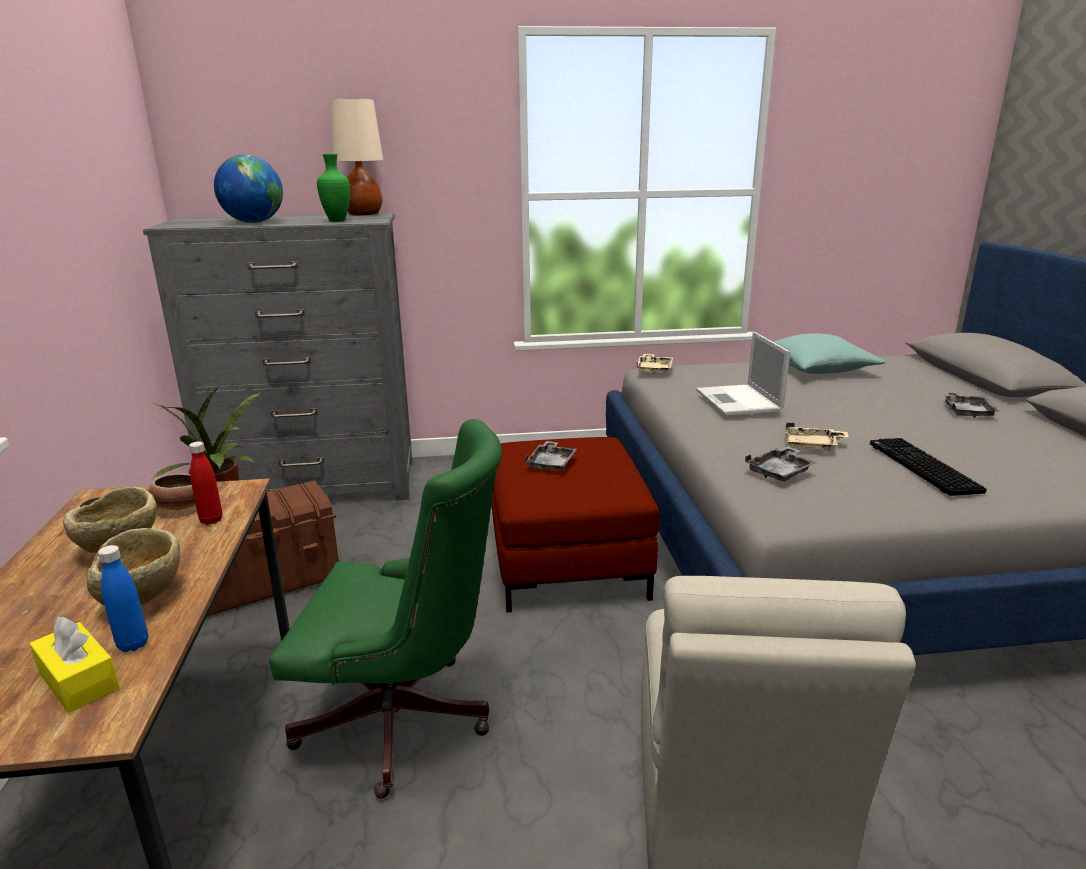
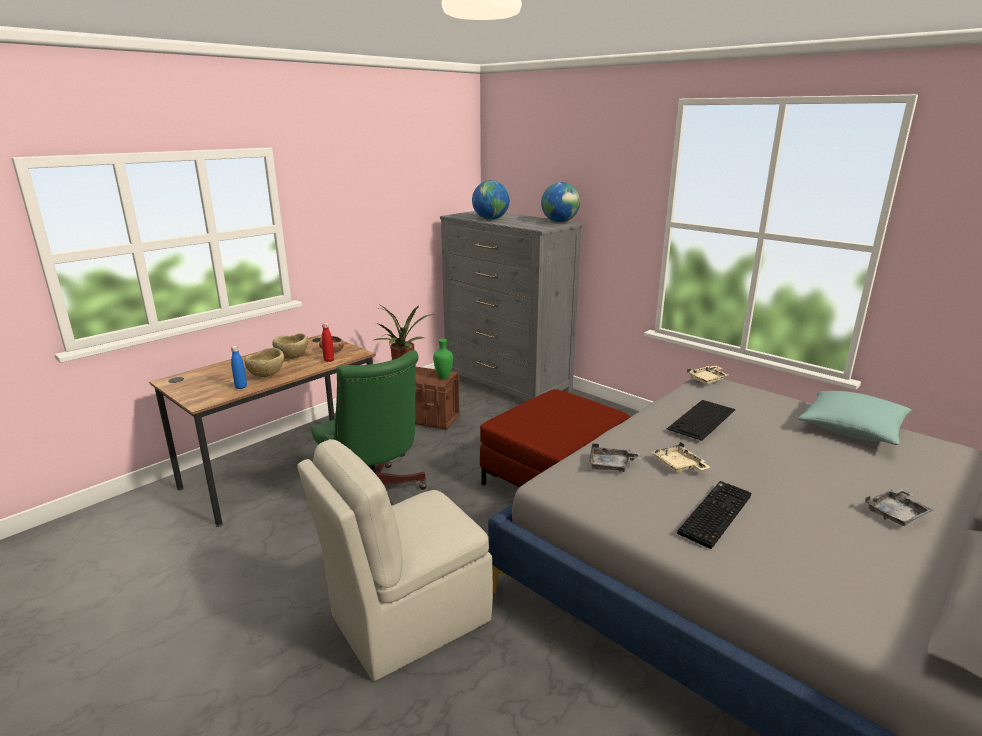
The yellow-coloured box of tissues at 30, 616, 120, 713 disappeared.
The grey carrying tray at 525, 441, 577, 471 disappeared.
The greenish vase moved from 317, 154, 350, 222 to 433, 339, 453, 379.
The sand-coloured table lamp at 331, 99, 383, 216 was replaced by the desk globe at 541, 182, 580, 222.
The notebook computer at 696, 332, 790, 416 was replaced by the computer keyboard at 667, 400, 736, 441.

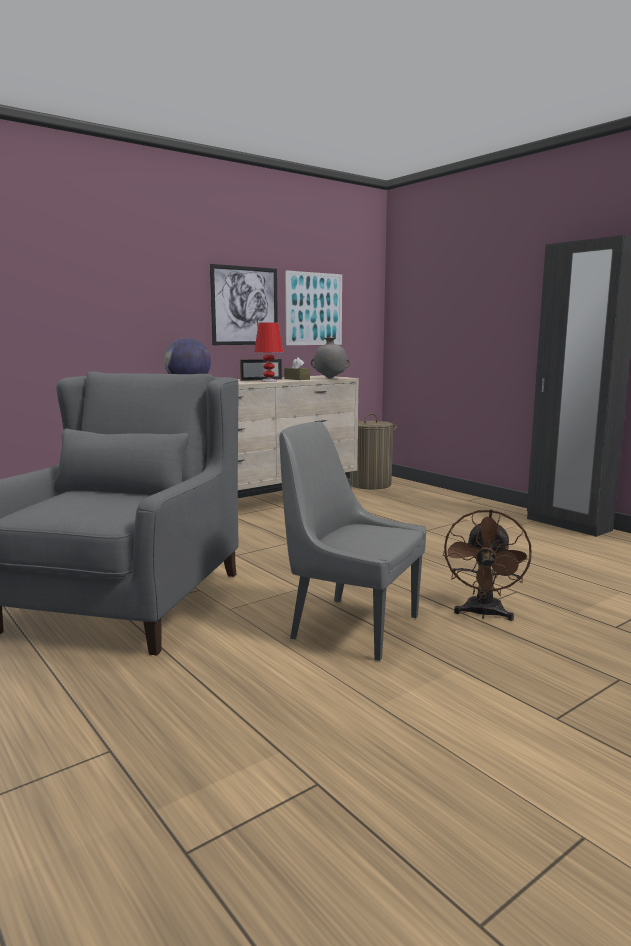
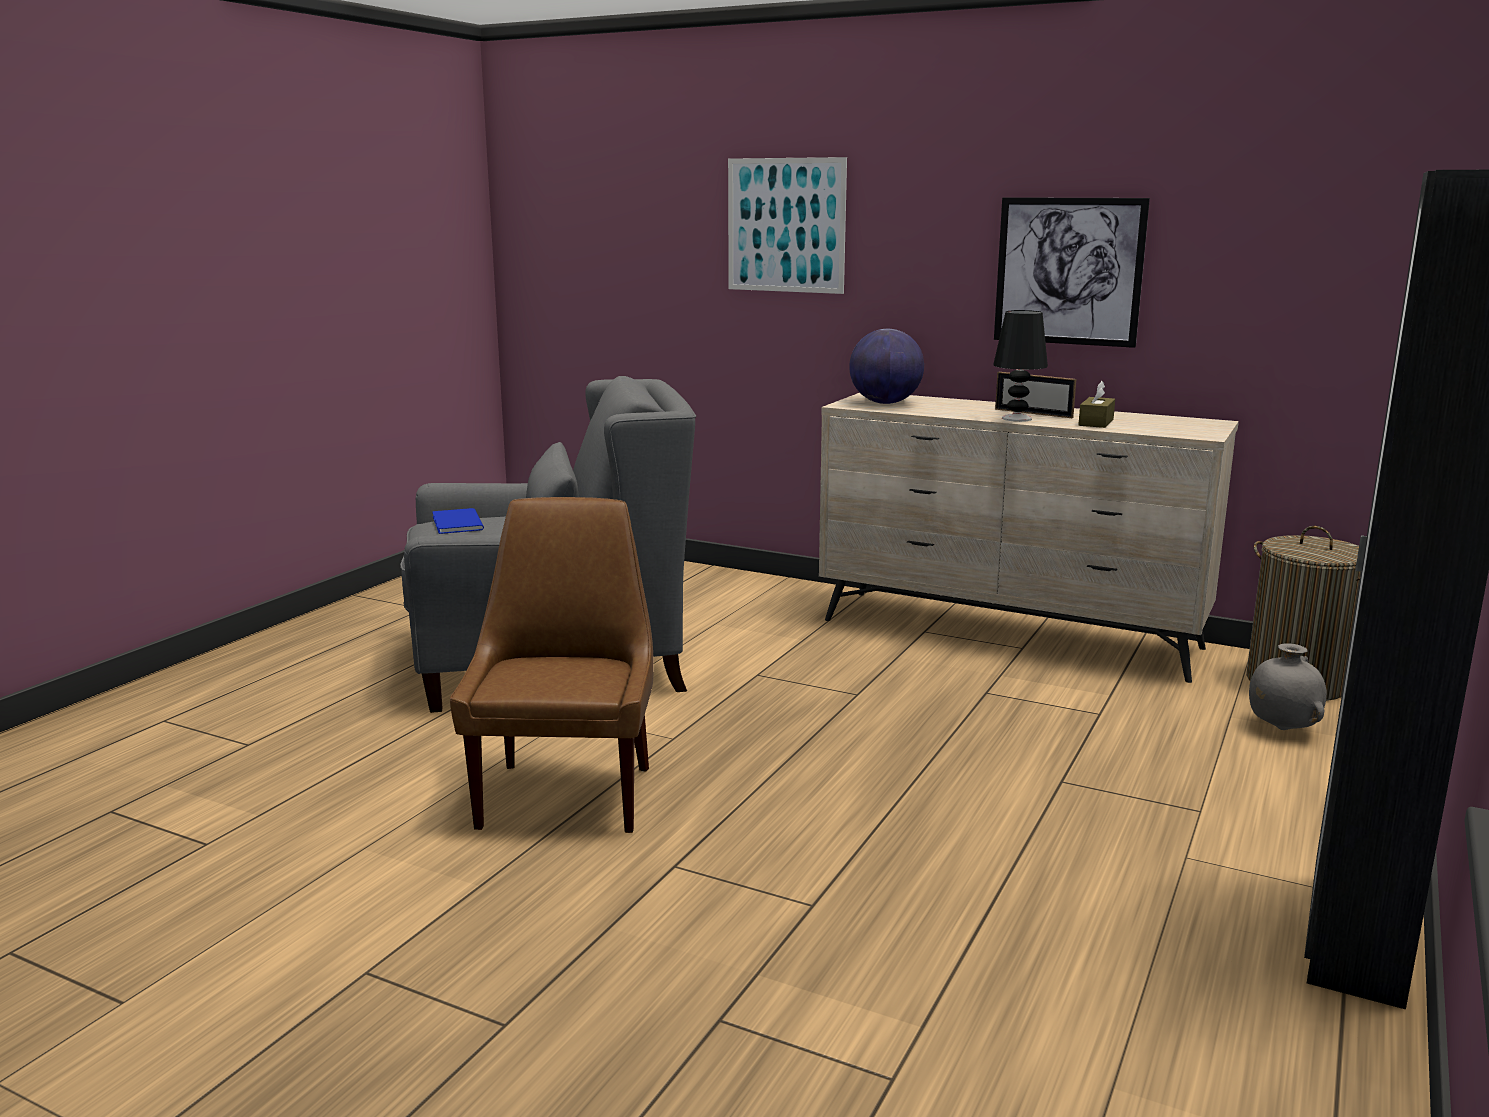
The brownish electric fan at 443, 509, 532, 621 disappeared.
The blue volume at 432, 508, 484, 534 appeared.
The wall picture moved from 285, 270, 342, 345 to 728, 157, 847, 294.
The grey vase moved from 311, 337, 350, 379 to 1249, 643, 1327, 730.
The reddish table lamp at 254, 322, 283, 382 became the black-coloured table lamp at 993, 310, 1048, 422.
The grey chair at 279, 422, 426, 661 became the brownish chair at 450, 497, 654, 833.

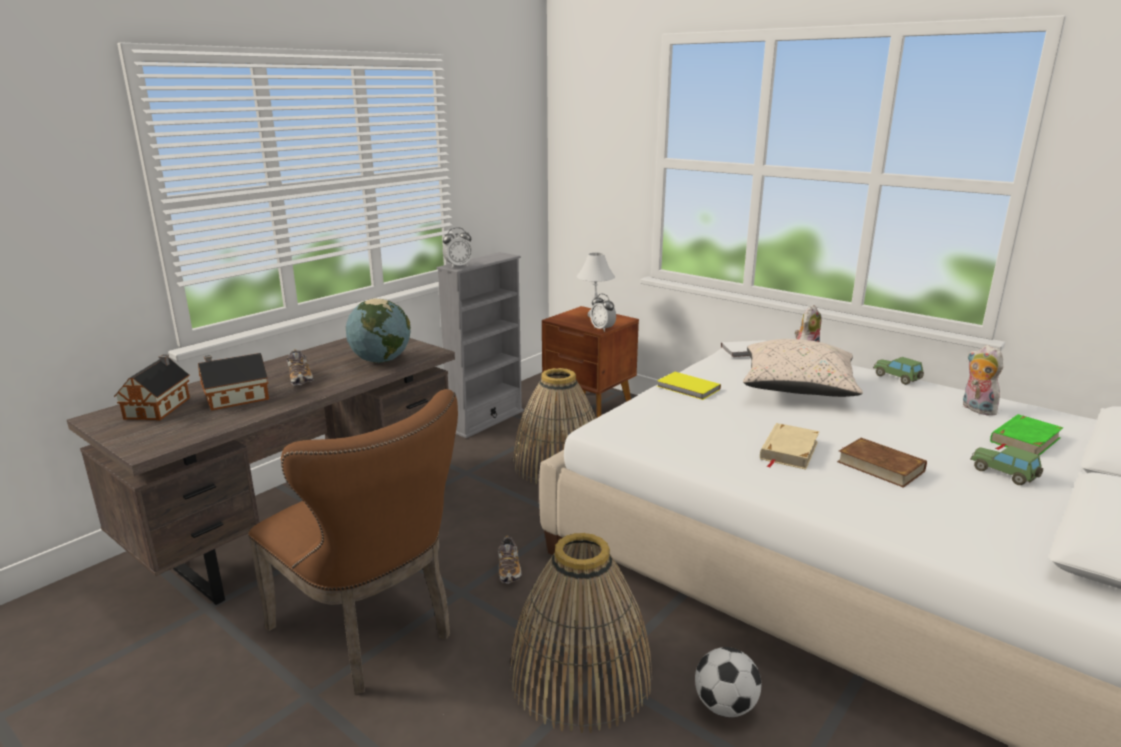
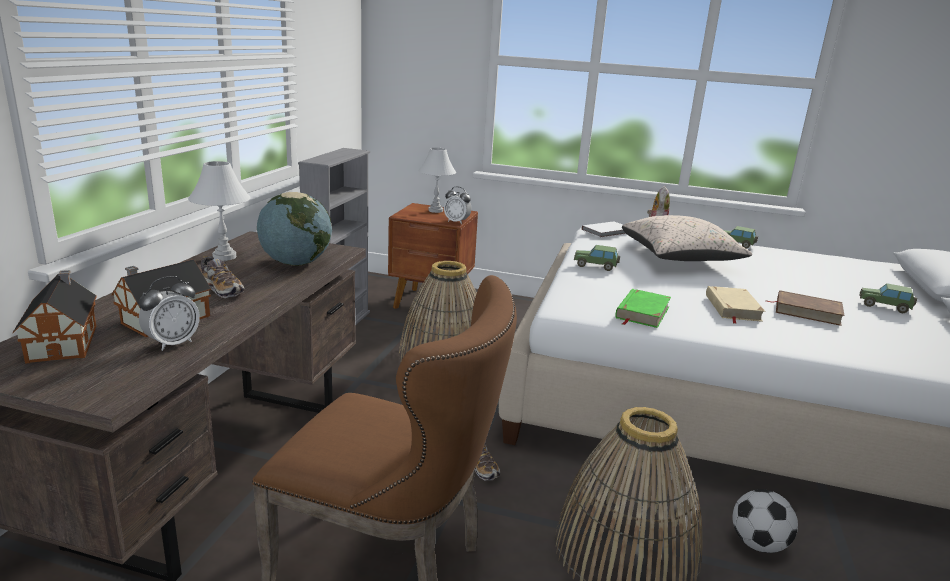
The soft toy at 963, 345, 1003, 415 disappeared.
The white table lamp at 188, 161, 251, 261 appeared.
The bedside clock moved from 443, 227, 473, 268 to 139, 276, 200, 351.
The greenish volume moved from 990, 414, 1063, 456 to 615, 289, 671, 328.
The yellow-coloured volume at 657, 372, 721, 400 was replaced by the miniature car at 574, 245, 620, 271.

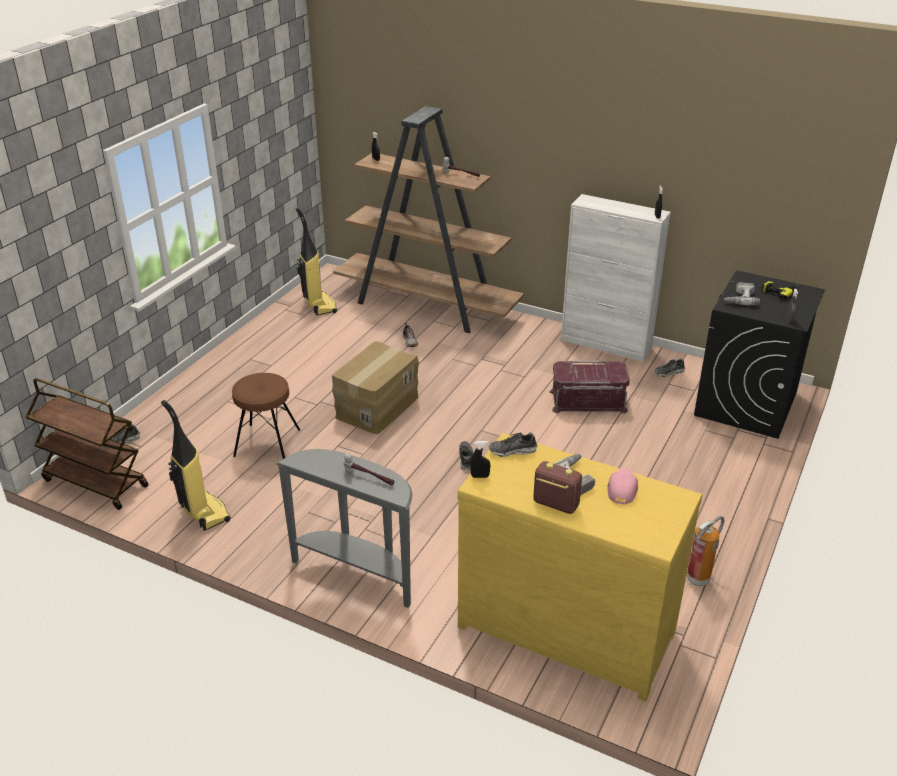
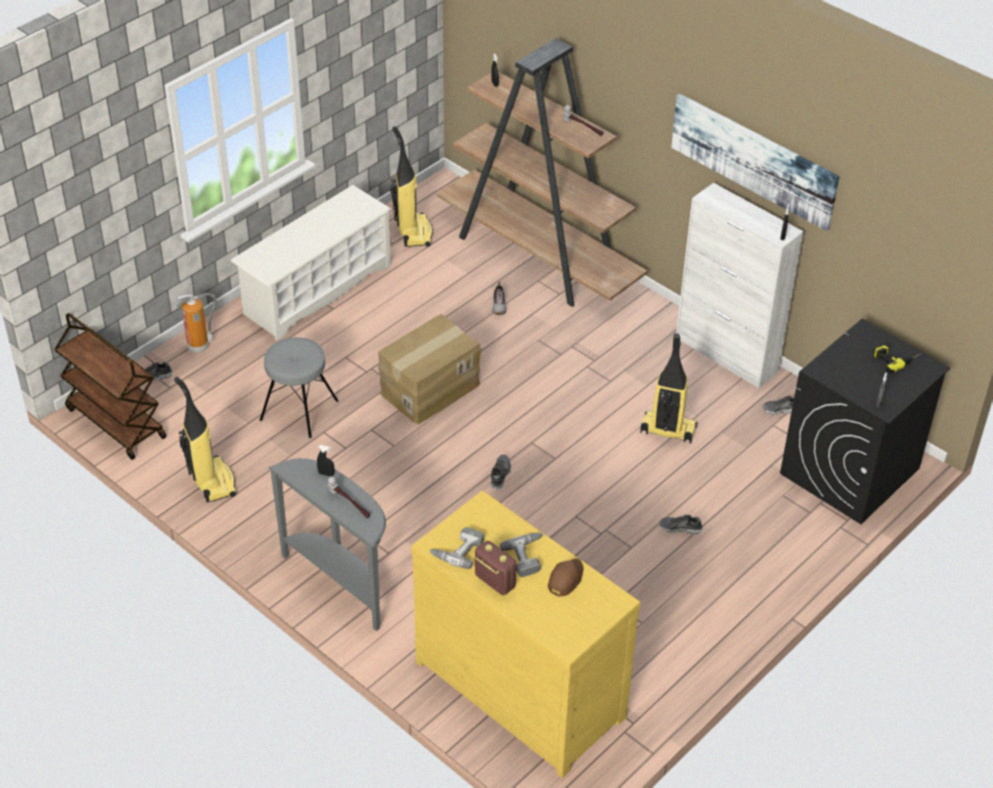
The white shoe rack at 231, 185, 391, 340 appeared.
The wall picture at 671, 93, 840, 231 appeared.
The black-coloured spray bottle moved from 470, 441, 490, 478 to 317, 445, 334, 476.
The shoe moved from 489, 432, 537, 457 to 659, 515, 703, 535.
The extinguisher moved from 686, 516, 724, 586 to 176, 293, 217, 352.
The power drill moved from 724, 283, 760, 305 to 429, 527, 484, 569.
The reddish storage box at 550, 361, 630, 414 was replaced by the hoover at 640, 333, 697, 443.
The brownish stool seat at 232, 373, 300, 459 became the grey stool seat at 260, 337, 338, 438.
The pink peaked cap at 607, 468, 638, 505 became the brownish peaked cap at 548, 558, 583, 597.

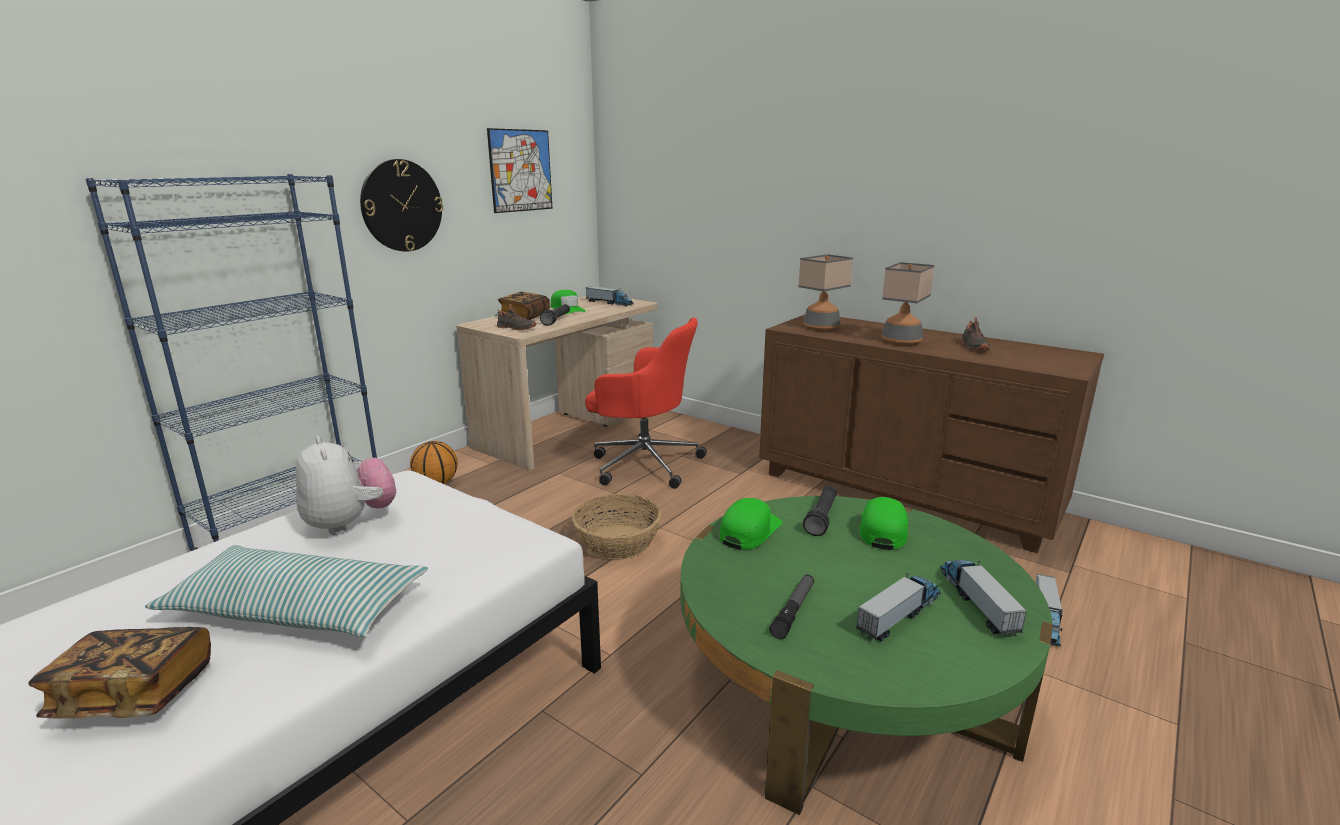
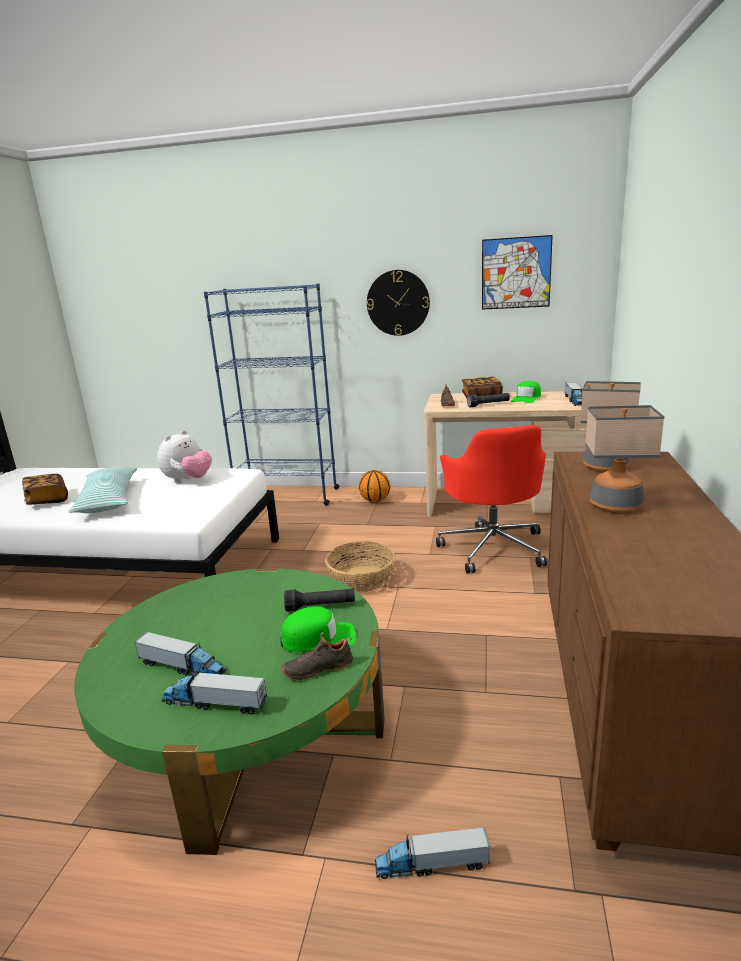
The greenish peaked cap at 720, 498, 782, 549 disappeared.
The torch at 770, 575, 814, 639 disappeared.
The black-coloured shoe moved from 961, 317, 990, 351 to 282, 632, 353, 680.
The model truck at 940, 560, 1028, 637 turned 135 degrees counterclockwise.

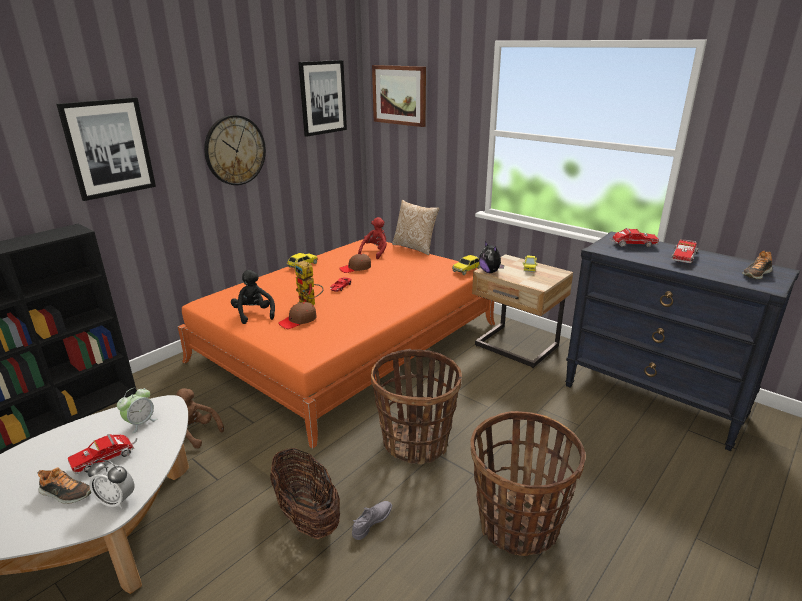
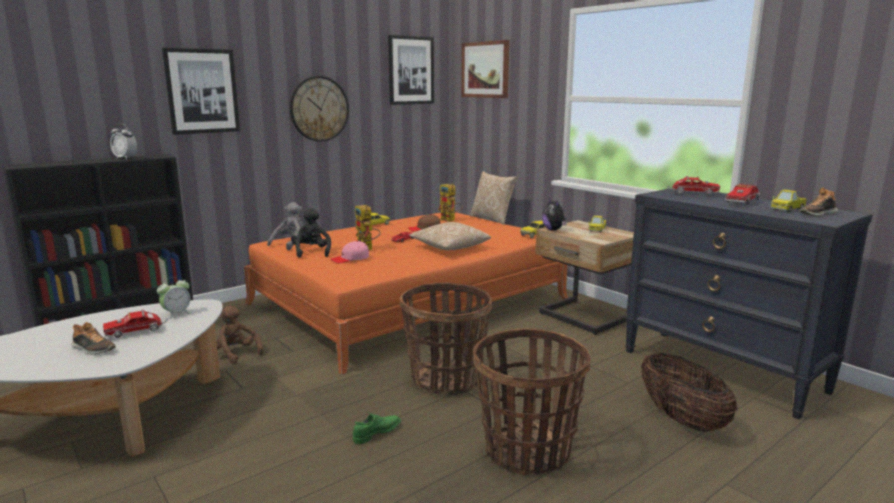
The grey soft toy at 267, 202, 303, 250 appeared.
The cushion at 409, 222, 491, 250 appeared.
The model truck at 770, 190, 807, 212 appeared.
The bedside clock moved from 88, 459, 135, 509 to 110, 123, 137, 159.
The basket moved from 270, 448, 340, 539 to 641, 353, 737, 432.
The reddish soft toy at 358, 217, 387, 259 was replaced by the toy robot at 438, 184, 463, 222.
The brownish peaked cap at 278, 302, 317, 329 became the pink peaked cap at 331, 241, 369, 264.
The grey shoe at 352, 501, 392, 540 became the greenish shoe at 353, 413, 401, 444.

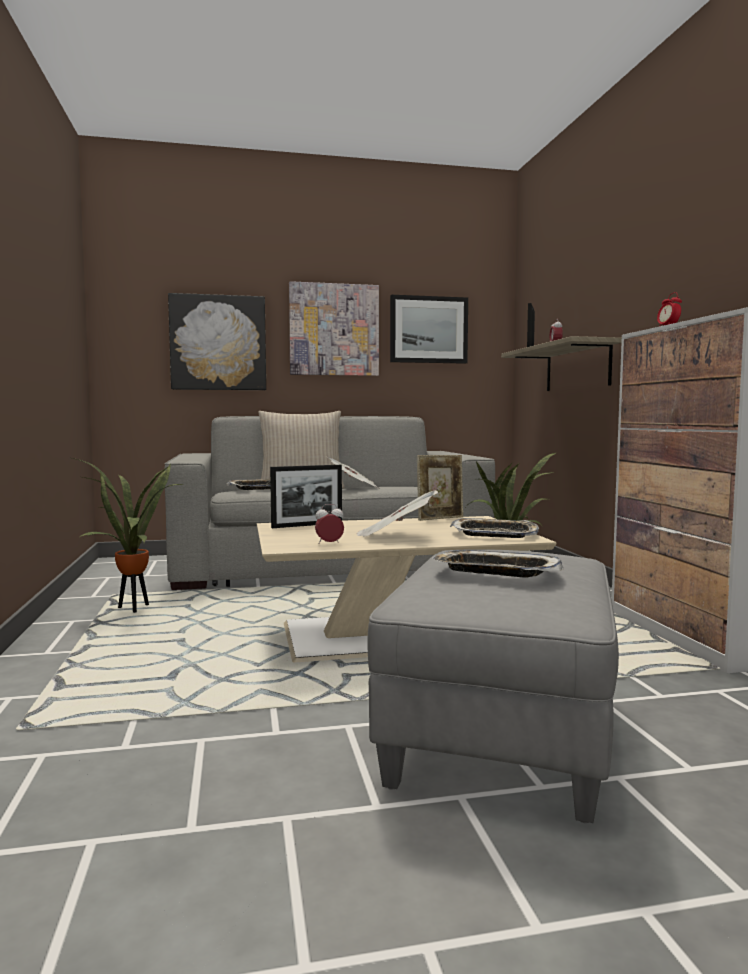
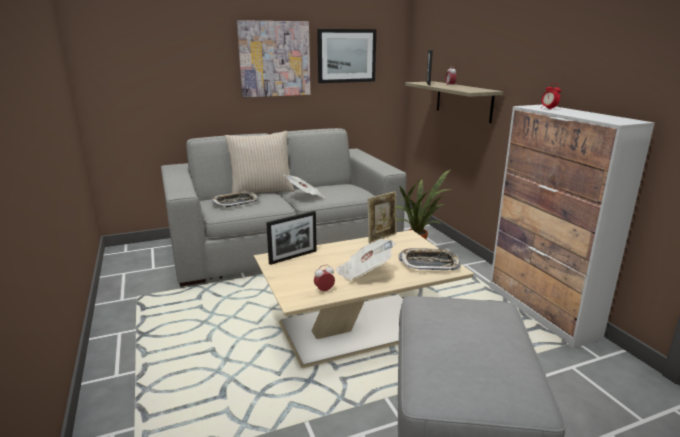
The houseplant at 72, 458, 183, 613 disappeared.
The wall picture at 168, 293, 266, 390 disappeared.
The carrying tray at 432, 550, 564, 578 disappeared.

